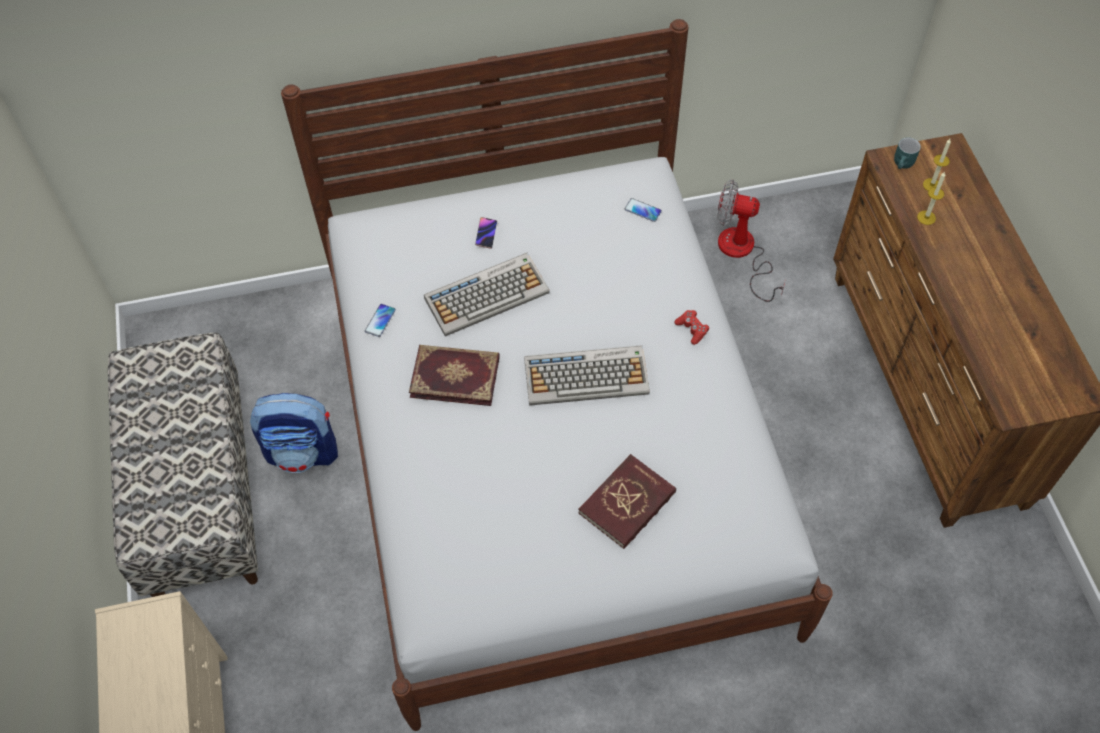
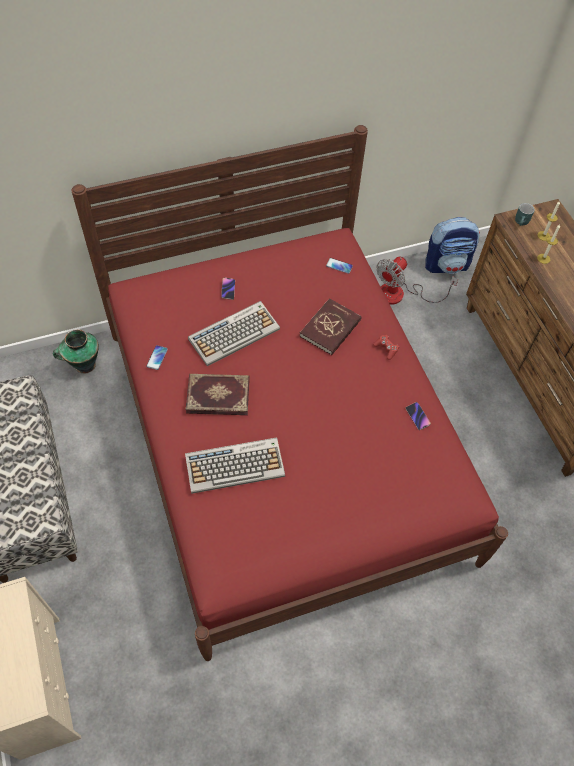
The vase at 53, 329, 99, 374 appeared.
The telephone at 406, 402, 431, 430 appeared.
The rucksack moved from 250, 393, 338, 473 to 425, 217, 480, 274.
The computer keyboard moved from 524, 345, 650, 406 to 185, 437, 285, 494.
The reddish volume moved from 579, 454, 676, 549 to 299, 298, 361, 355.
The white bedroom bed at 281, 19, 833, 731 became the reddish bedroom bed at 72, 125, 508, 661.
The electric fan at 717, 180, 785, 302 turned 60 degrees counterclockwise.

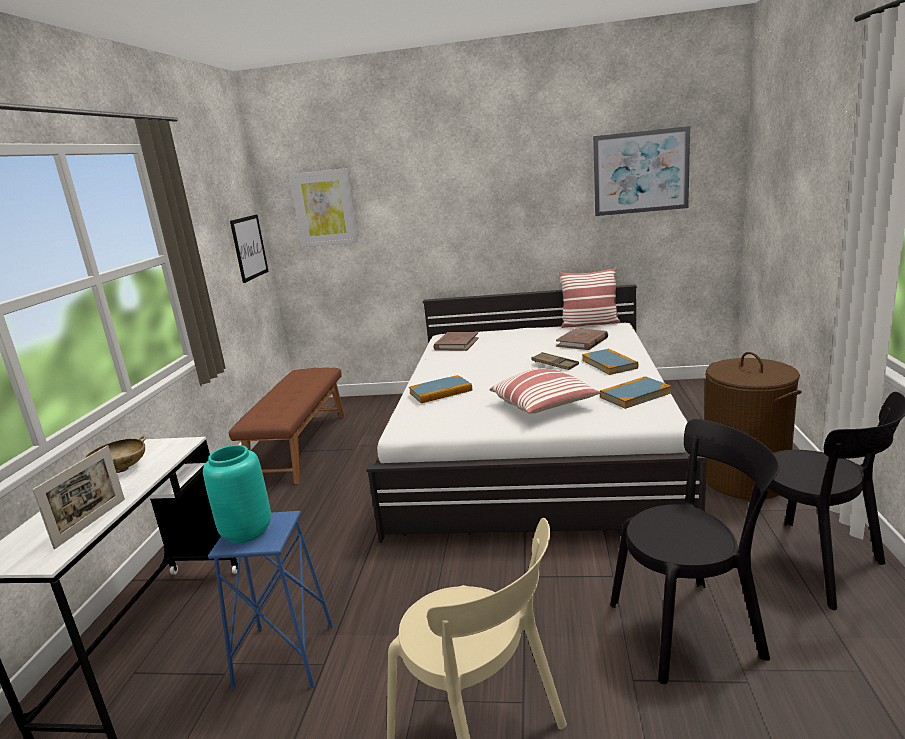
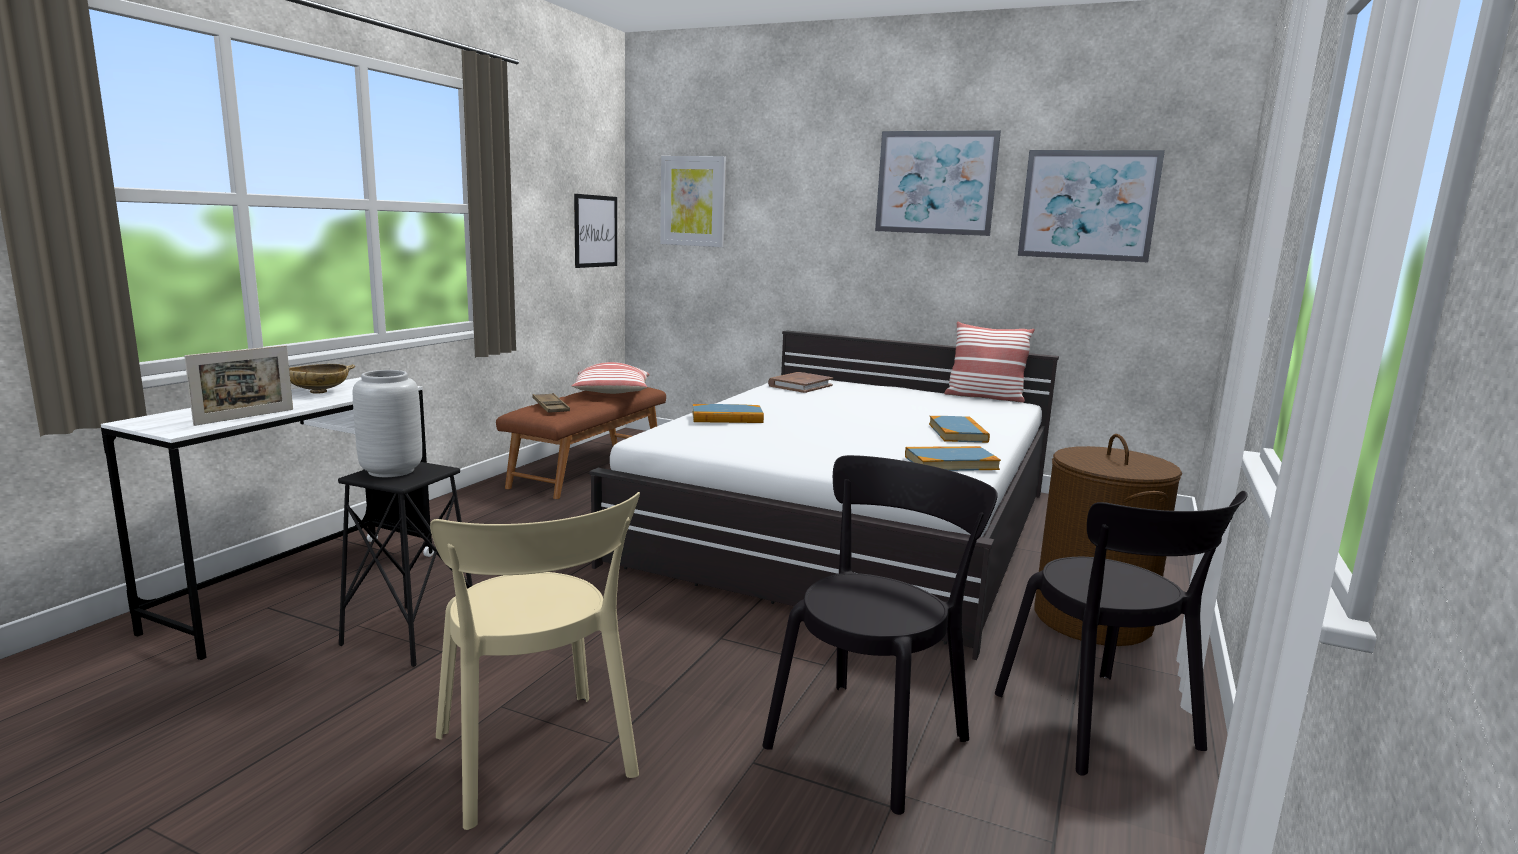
The brownish volume at 556, 328, 608, 350 disappeared.
The wall picture at 875, 130, 1001, 236 appeared.
The cushion moved from 490, 368, 600, 414 to 571, 362, 650, 394.
The brownish carrying tray moved from 531, 352, 579, 370 to 532, 393, 570, 413.
The turquoise vase at 203, 445, 271, 543 became the grey vase at 353, 370, 422, 477.
The blue stool seat at 208, 511, 333, 690 became the black-coloured stool seat at 338, 462, 473, 667.
The black-coloured chair at 610, 419, 779, 684 turned 60 degrees counterclockwise.

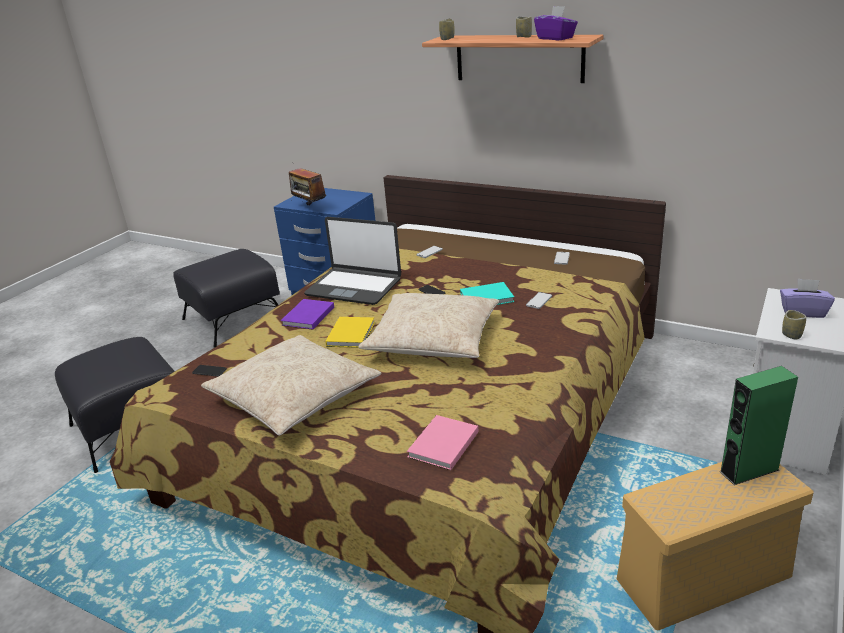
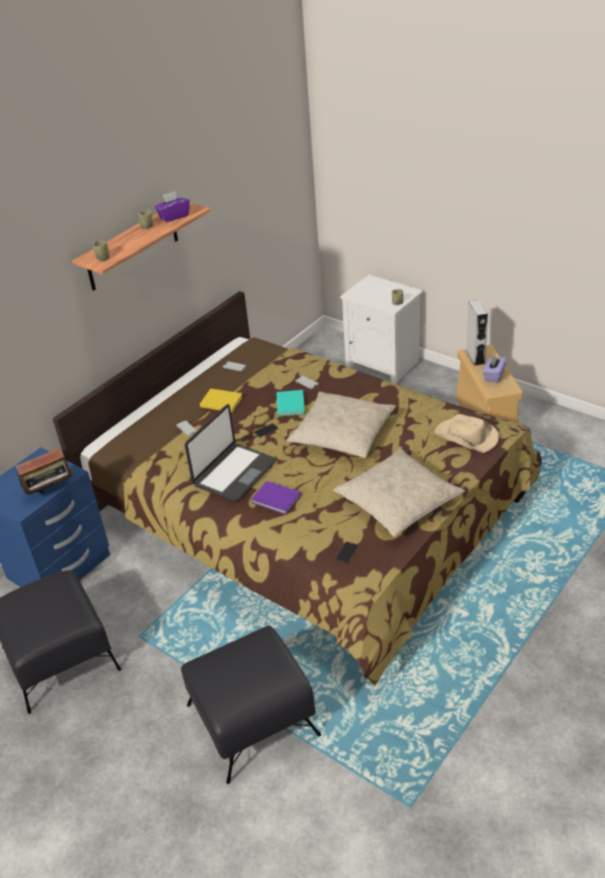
The yellow-coloured volume moved from 325, 317, 375, 348 to 200, 388, 243, 412.
The purplish box of tissues moved from 780, 279, 835, 318 to 483, 354, 507, 383.
The pink volume at 407, 415, 478, 470 was replaced by the sand-coloured wearable hat at 434, 414, 499, 453.
The greenish loudspeaker at 719, 366, 798, 485 became the grey loudspeaker at 466, 300, 488, 366.

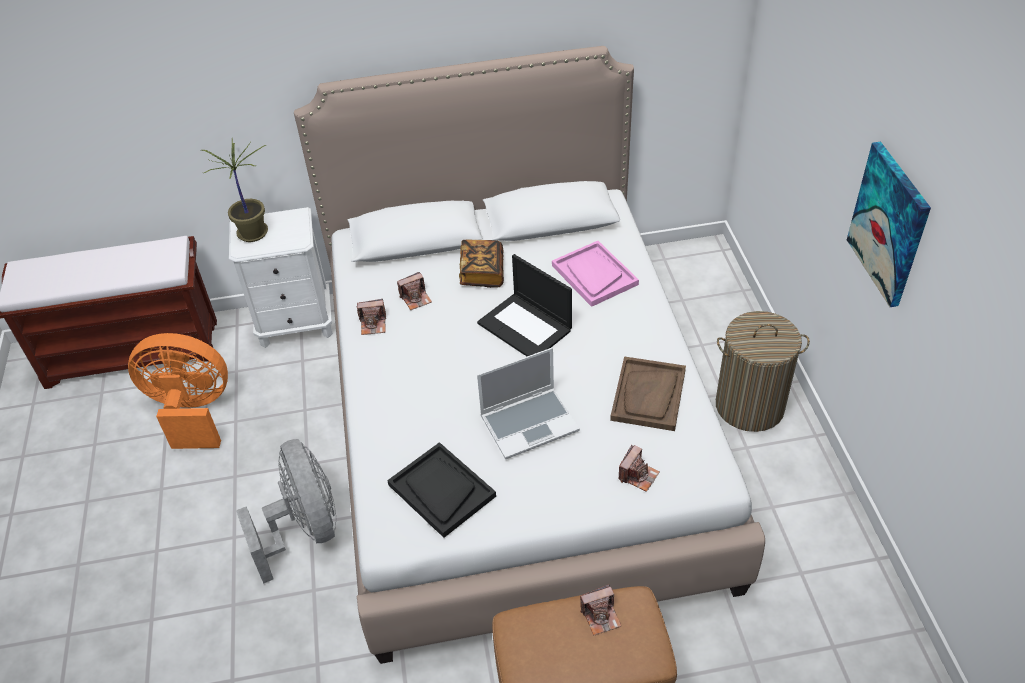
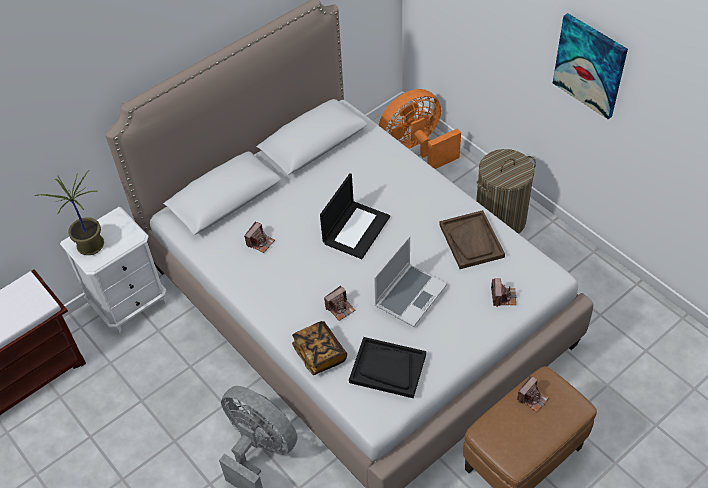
The pink carrying tray at 552, 241, 639, 307 disappeared.
The orange-coloured electric fan moved from 128, 333, 228, 449 to 379, 89, 461, 169.
The photo camera moved from 357, 299, 386, 335 to 324, 286, 355, 321.
The volume moved from 459, 239, 504, 288 to 292, 321, 347, 375.
The notebook computer at 477, 254, 572, 356 turned 75 degrees counterclockwise.

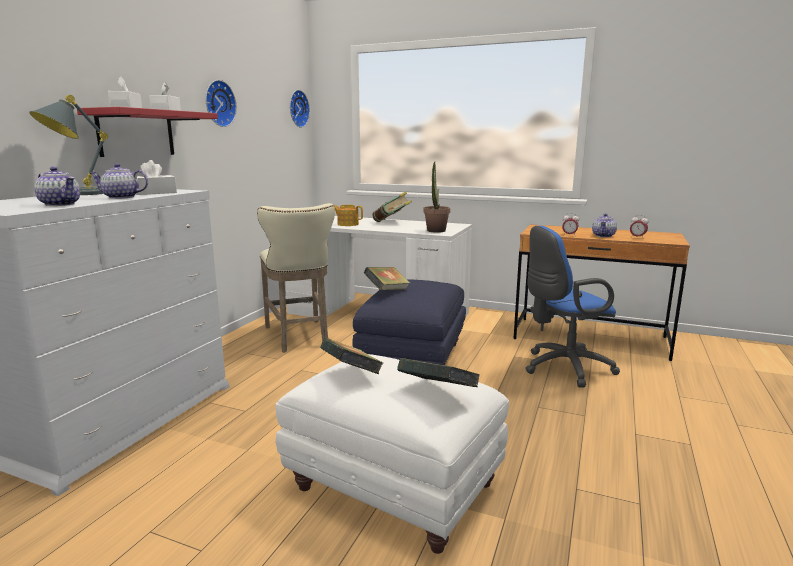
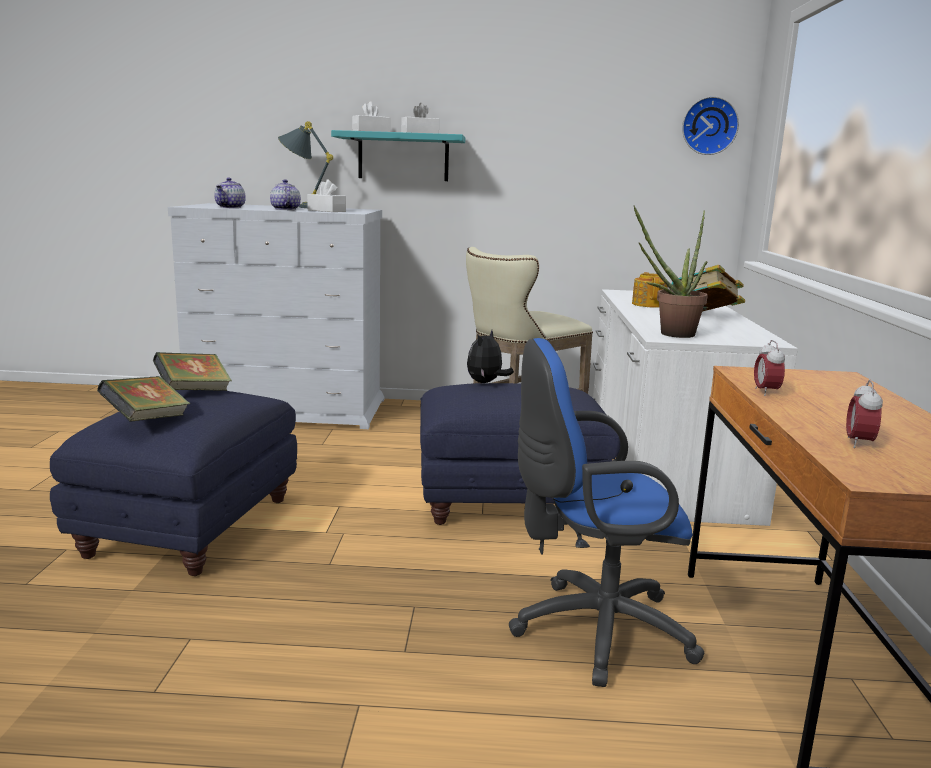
The wall clock at 205, 80, 237, 127 disappeared.
The pot for tea at 592, 213, 617, 237 disappeared.
The volume at 364, 267, 410, 291 was replaced by the soft toy at 467, 330, 514, 383.
The reddish wall shelf at 77, 107, 218, 157 became the turquoise wall shelf at 331, 130, 465, 181.
The white pouffe at 275, 354, 509, 554 became the blue pouffe at 50, 390, 297, 576.
The blue office chair at 525, 225, 620, 387 turned 60 degrees counterclockwise.

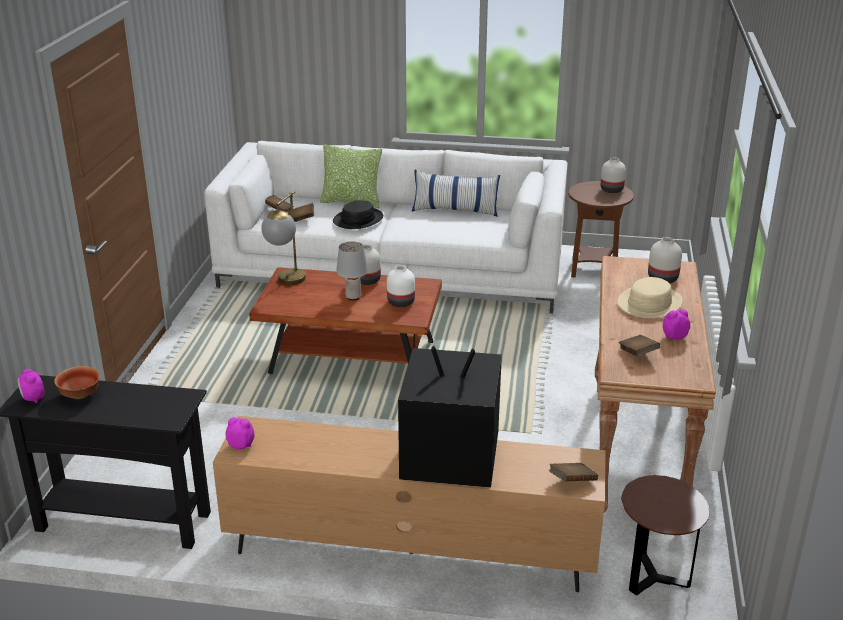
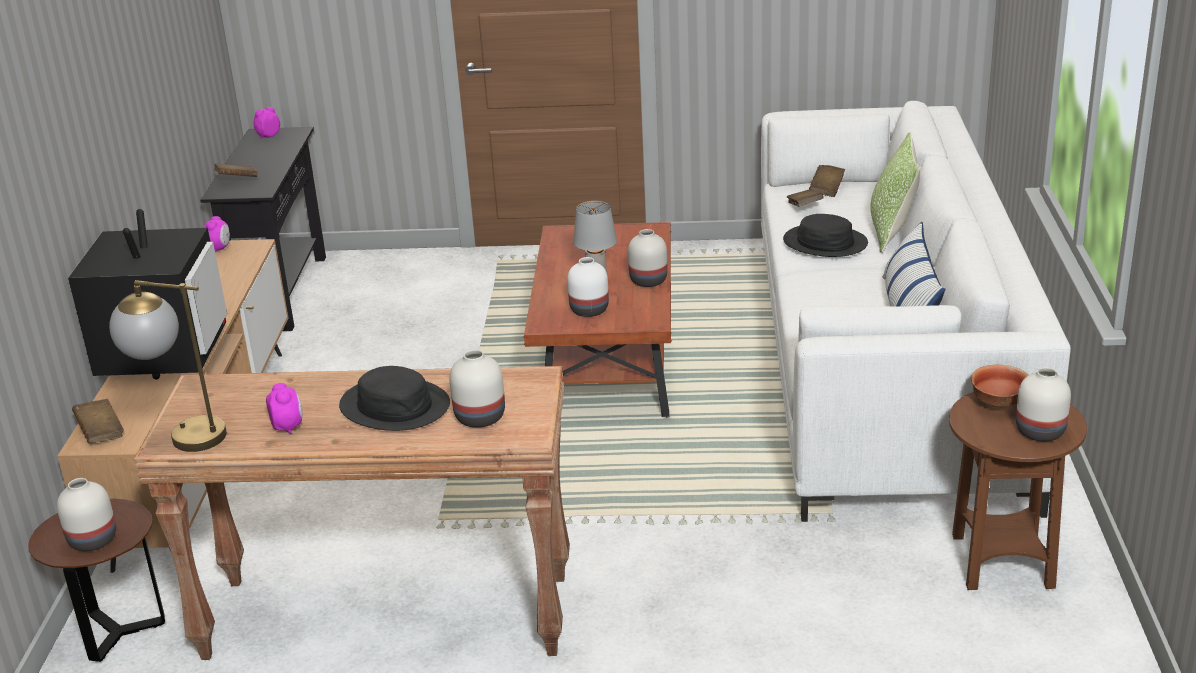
The white vase at 57, 478, 116, 551 appeared.
The bowl moved from 54, 366, 100, 399 to 971, 364, 1028, 409.
The table lamp moved from 261, 191, 306, 285 to 109, 280, 227, 452.
The brownish volume moved from 619, 335, 661, 357 to 214, 163, 257, 177.
The sand-coloured wearable hat at 617, 277, 683, 318 became the black-coloured wearable hat at 339, 366, 450, 431.

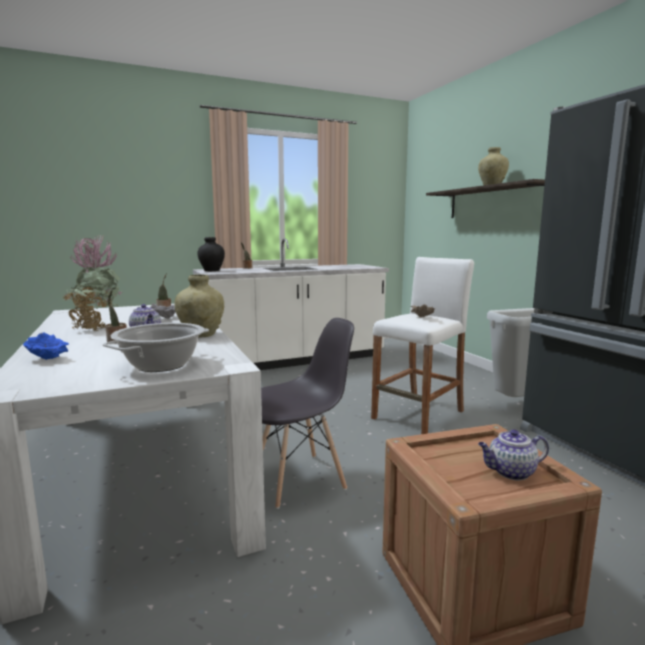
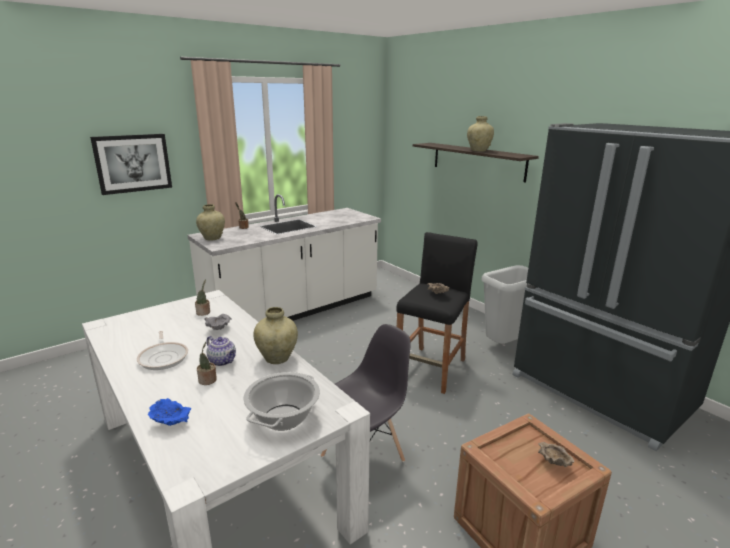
The wall picture at 90, 134, 172, 195 appeared.
The houseplant at 63, 235, 122, 331 was replaced by the frying pan at 137, 331, 188, 370.
The pot for tea at 478, 429, 549, 480 was replaced by the sand-coloured bowl at 538, 442, 574, 467.
The black-coloured vase at 197, 237, 225, 271 became the sand-coloured vase at 196, 204, 225, 241.
The white stool seat at 371, 257, 474, 434 became the black-coloured stool seat at 396, 232, 478, 394.

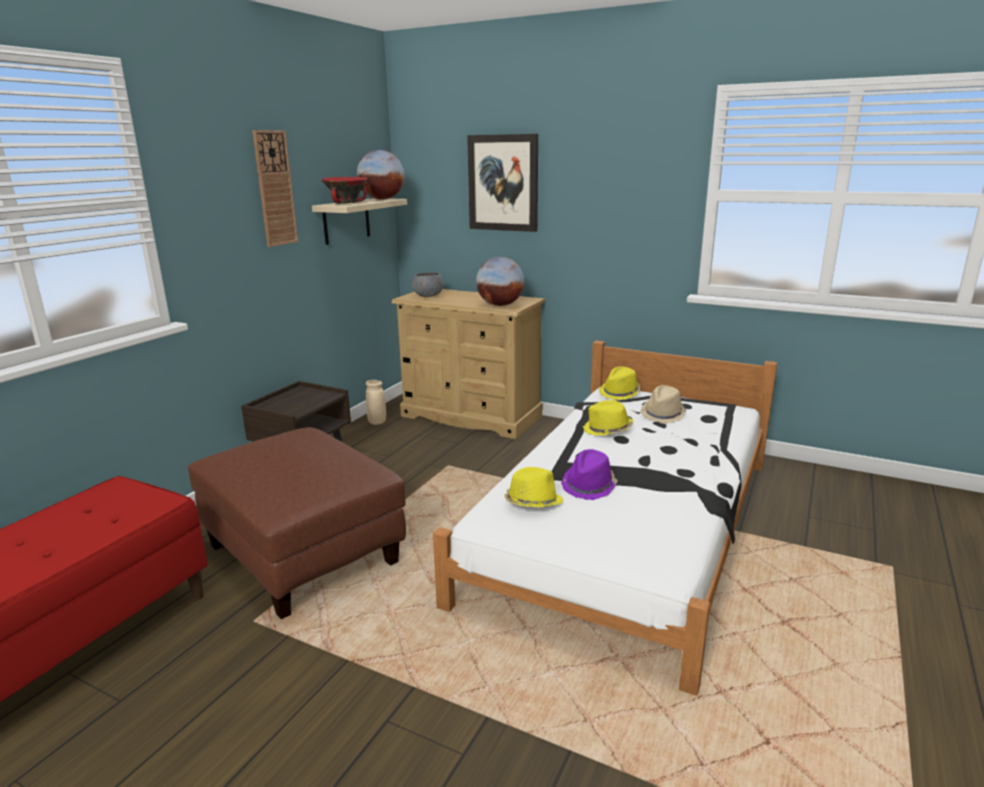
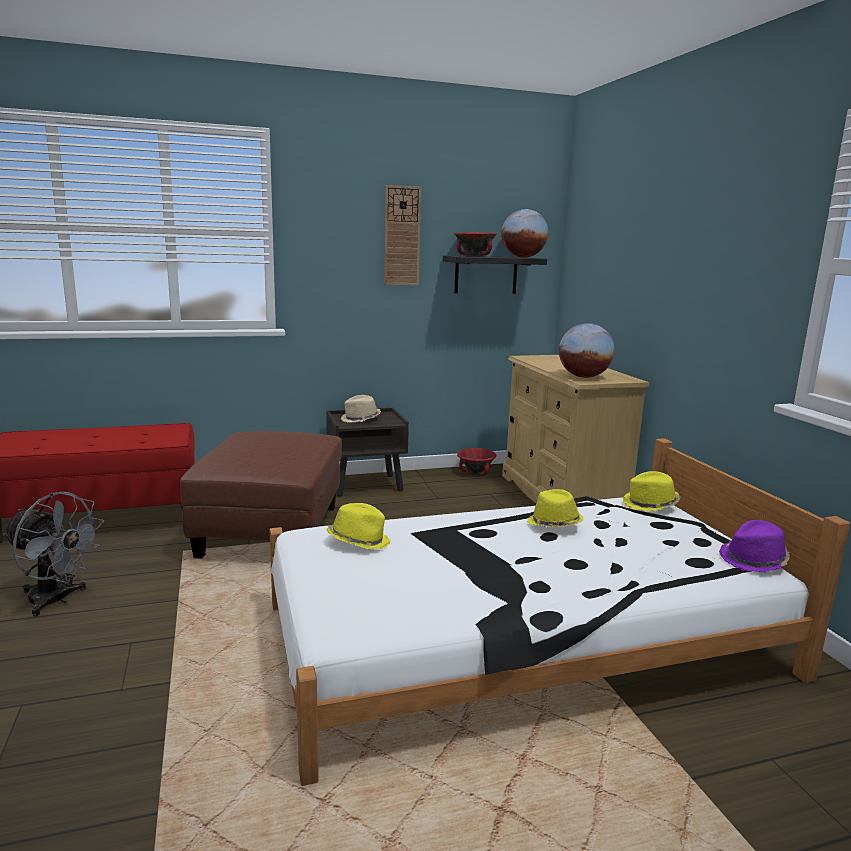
The grey bowl at 412, 272, 443, 297 disappeared.
The wall picture at 467, 134, 538, 232 disappeared.
The grey electric fan at 3, 492, 104, 616 appeared.
The purplish wearable hat moved from 561, 449, 618, 500 to 719, 520, 790, 572.
The sand-coloured wearable hat moved from 640, 385, 687, 424 to 341, 395, 381, 423.
The sand-coloured vase at 366, 380, 386, 425 was replaced by the reddish bowl at 457, 448, 496, 476.
The sand-coloured wall shelf at 312, 198, 407, 245 became the black-coloured wall shelf at 443, 256, 547, 294.

